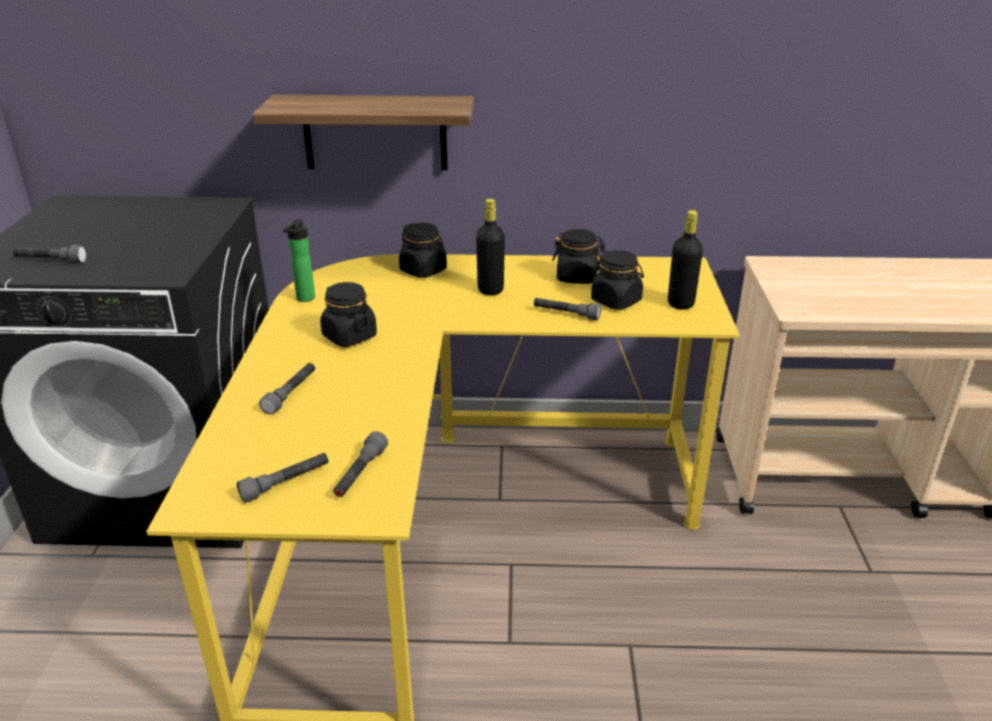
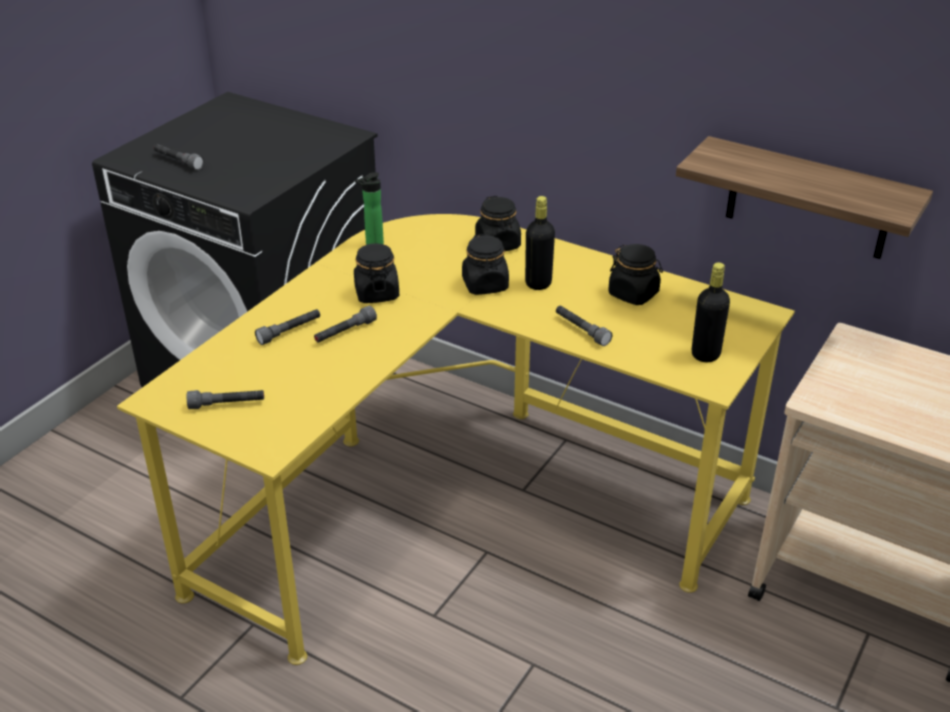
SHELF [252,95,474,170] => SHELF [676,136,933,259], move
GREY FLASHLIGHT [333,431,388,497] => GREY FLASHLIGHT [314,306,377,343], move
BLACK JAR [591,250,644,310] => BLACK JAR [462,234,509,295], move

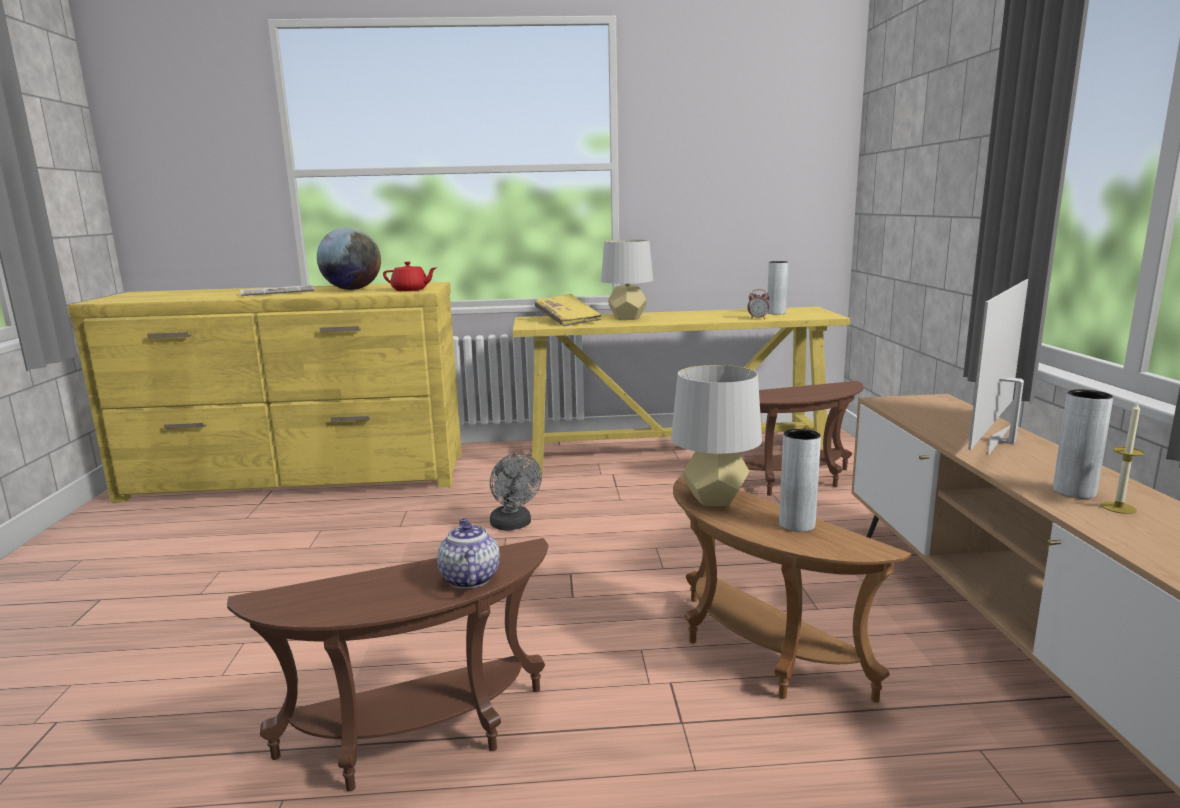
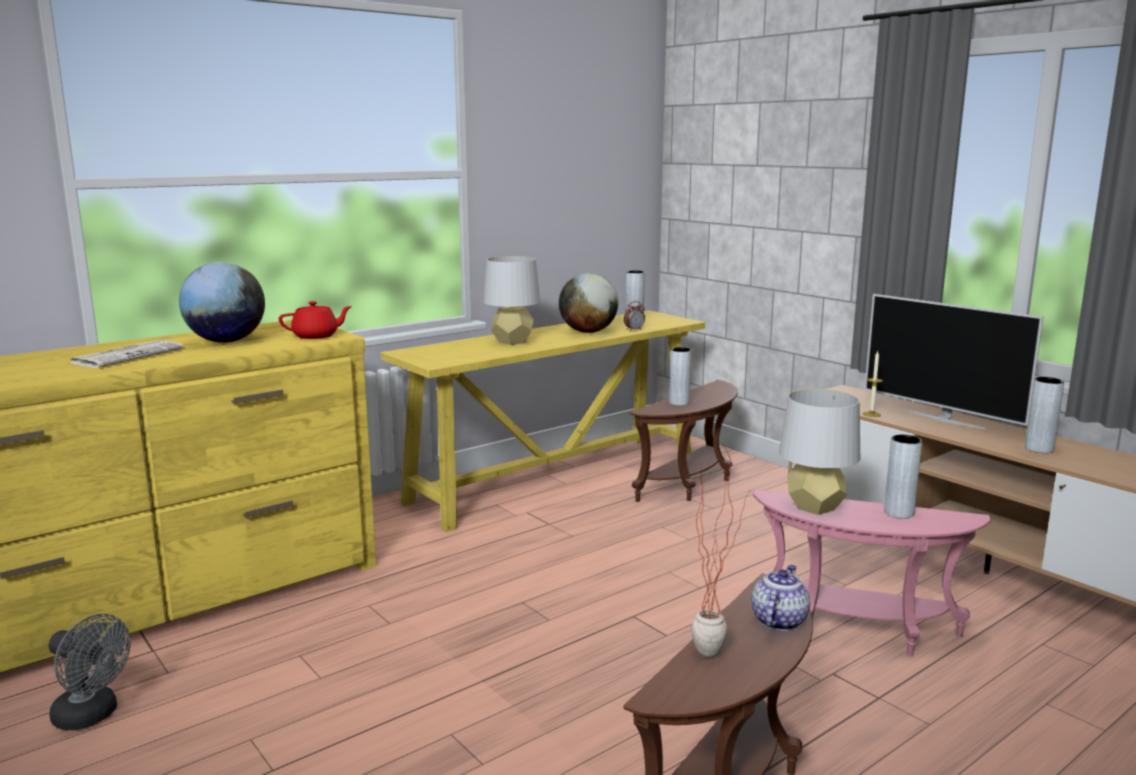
YELLOW BOOK [535,294,602,326] => nothing
nothing => GLOBE [559,273,618,333]
nothing => GREY VASE [669,347,692,406]
nothing => POTTED PLANT [691,444,752,658]
GREY FAN [490,453,542,530] => GREY FAN [49,614,131,730], move
CANDLE [1101,401,1144,514] => CANDLE [863,351,883,417], move
BROWN SIDE TABLE [673,475,911,703] => PINK SIDE TABLE [753,489,991,656]
TEAPOT [437,518,500,589] => TEAPOT [751,565,810,631], 75 degrees clockwise
TELEVISION [968,279,1028,456] => TELEVISION [864,294,1043,429], 45 degrees counterclockwise

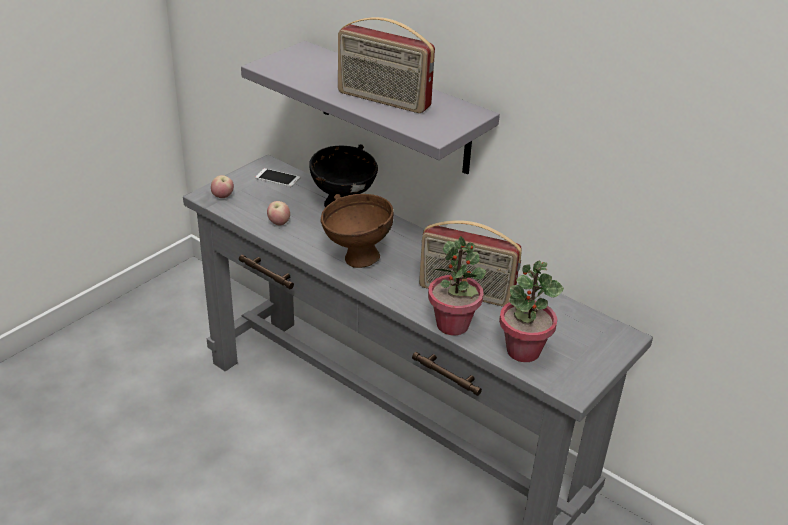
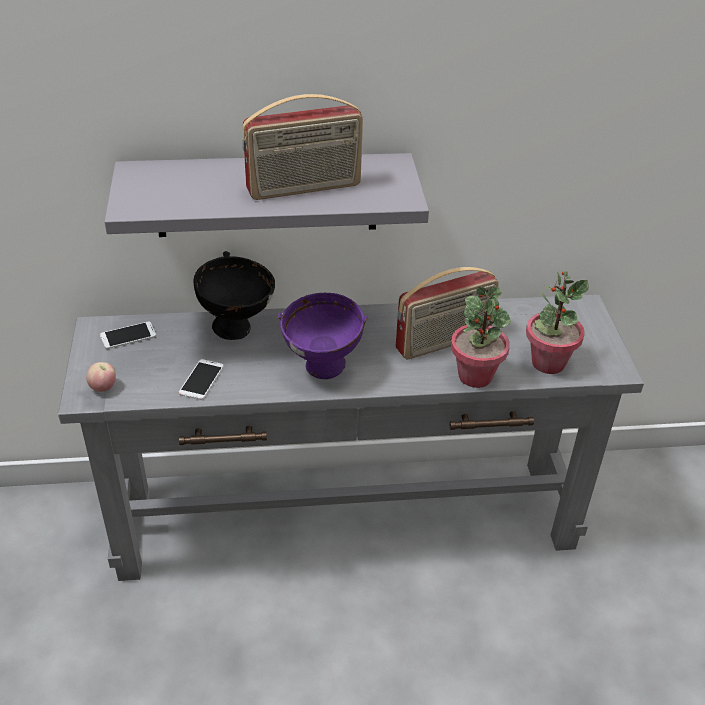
APPLE [267,201,290,225] => PHONE [179,359,224,400]
BROWN BOWL [321,194,394,268] => PURPLE BOWL [278,293,368,379]

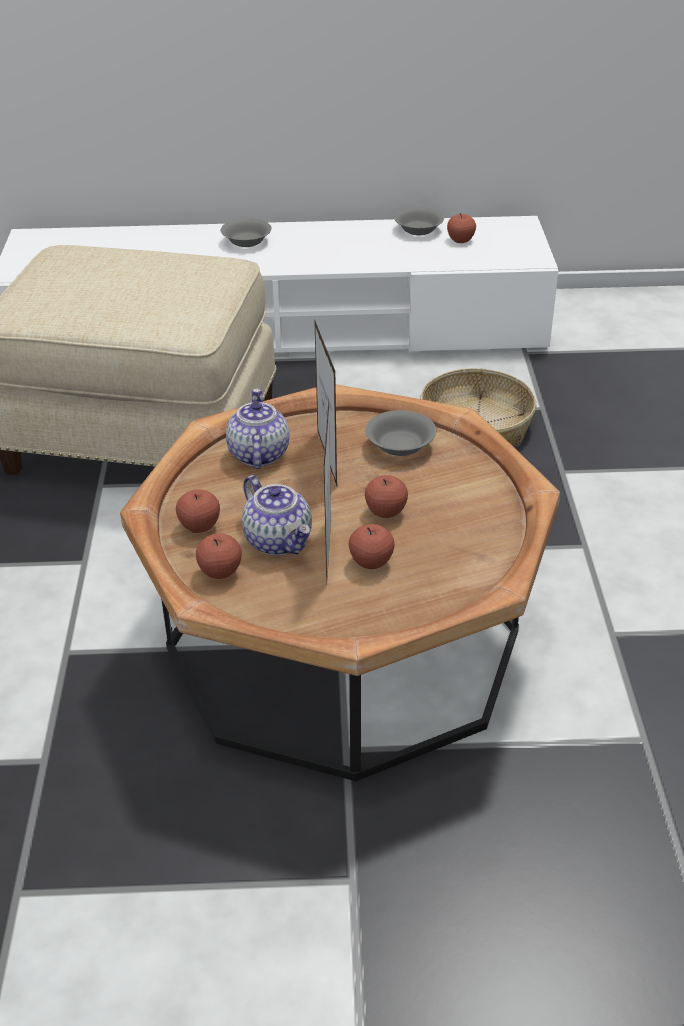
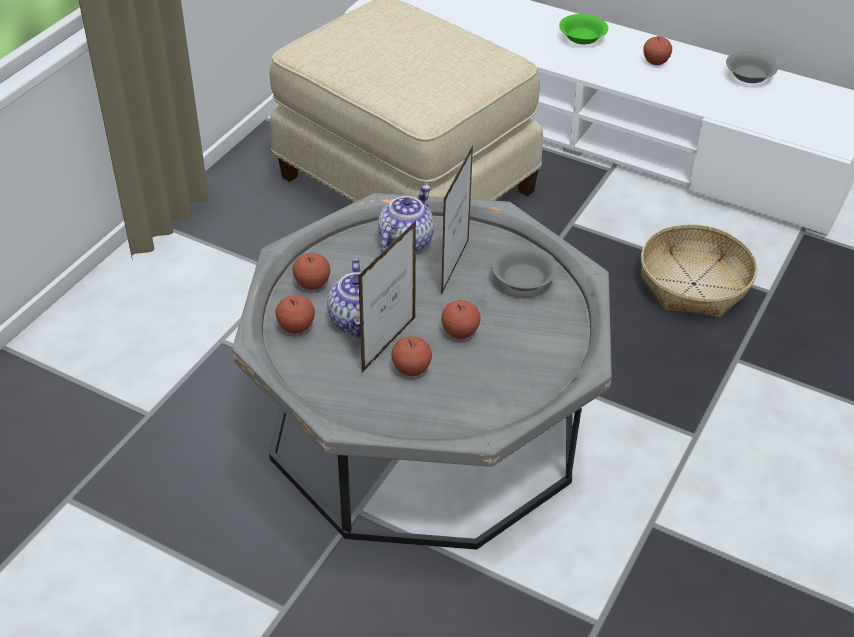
APPLE [447,213,476,243] => APPLE [643,36,672,65], move
BROWN COFFEE TABLE [120,384,560,781] => GREY COFFEE TABLE [232,193,612,550]
GREY BOWL [221,218,272,247] => GREEN BOWL [559,14,608,45]

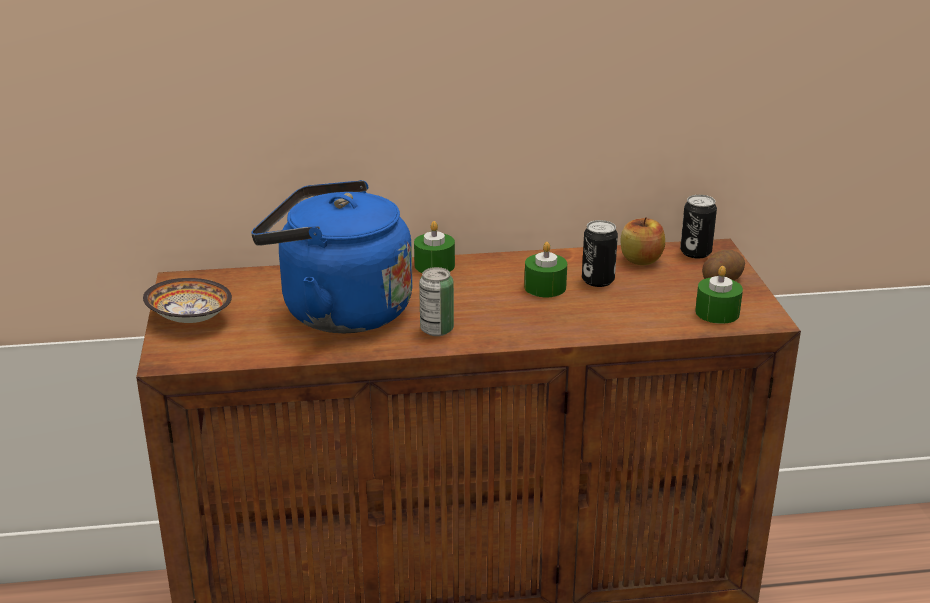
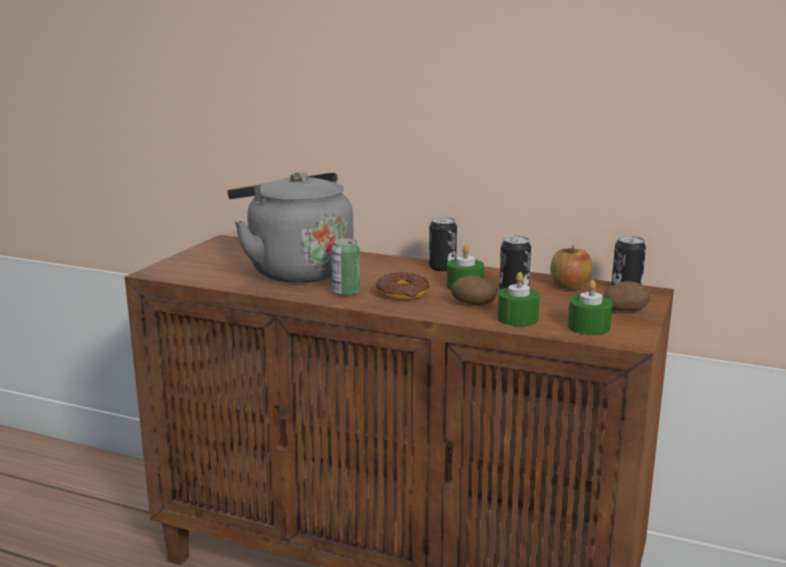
BOWL [143,278,232,323] => nothing
nothing => DONUT [376,272,430,300]
nothing => CAN [429,217,457,271]
nothing => POTATO [451,275,497,305]
GREEN CANDLE [414,221,455,273] => GREEN CANDLE [497,272,540,326], move
BLUE KETTLE [251,180,413,333] => GREY KETTLE [228,172,354,283]

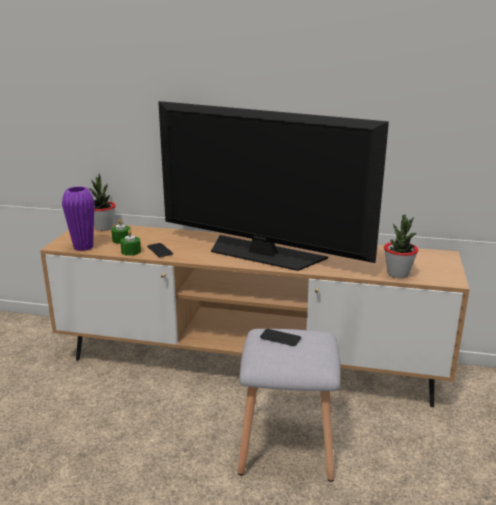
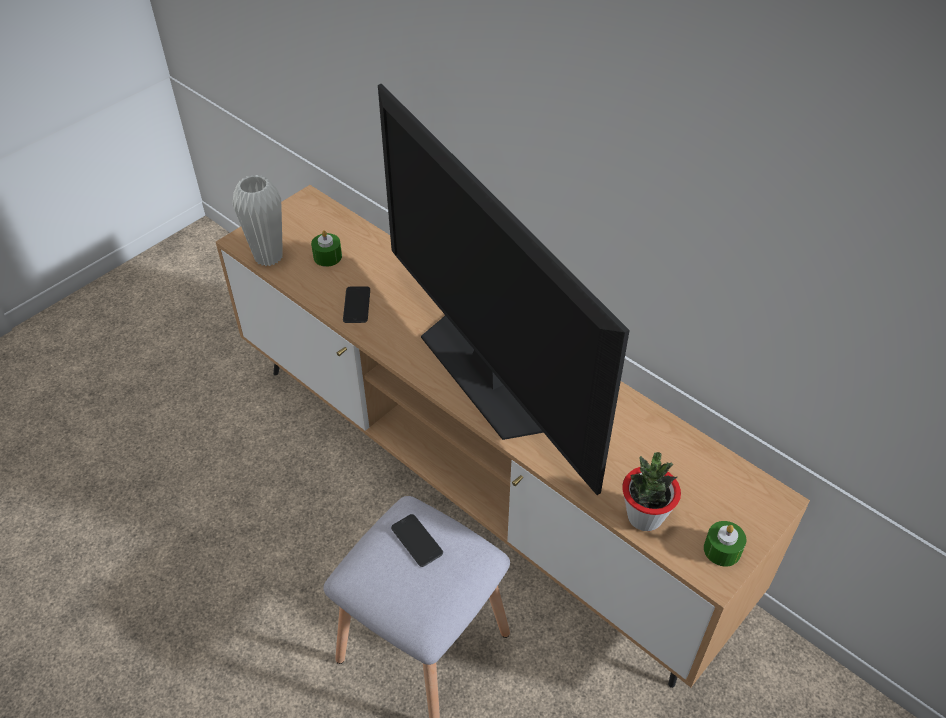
POTTED PLANT [89,173,116,231] => nothing
GREEN CANDLE [120,230,141,256] => GREEN CANDLE [704,521,746,567], move
PURPLE VASE [62,186,94,251] => WHITE VASE [233,175,283,266]

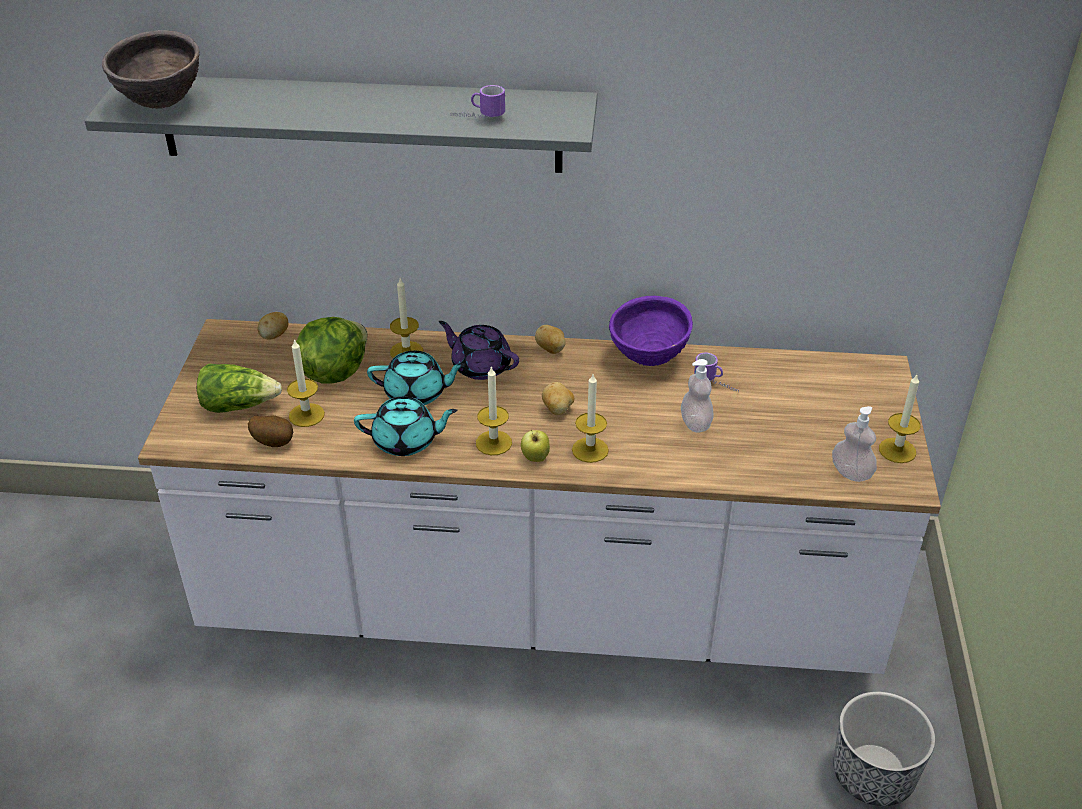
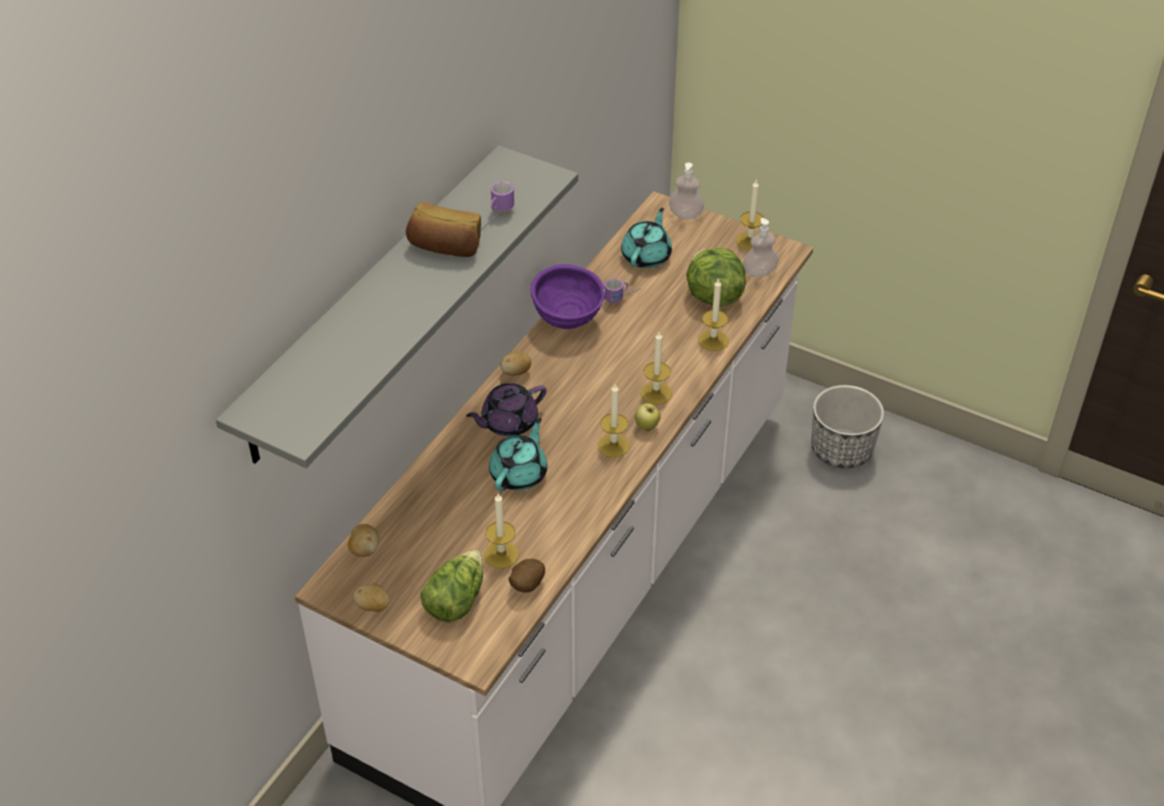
BROWN BOWL [102,30,200,109] => nothing
nothing => BREAD [406,202,481,257]
LETTUCE [296,317,367,384] => LETTUCE [687,247,746,306], move
TURQUOISE TEAPOT [354,396,458,456] => TURQUOISE TEAPOT [621,208,672,268], move
CANDLE [390,278,423,358] => CANDLE [698,278,729,351], move
POTATO [542,382,574,415] => POTATO [354,583,390,612], move
SOAP DISPENSER [681,359,714,432] => SOAP DISPENSER [669,163,704,219], move

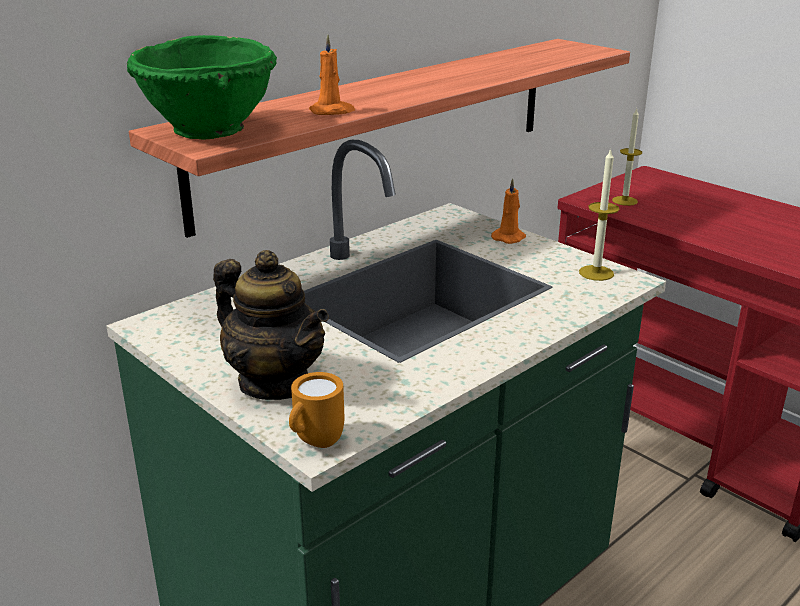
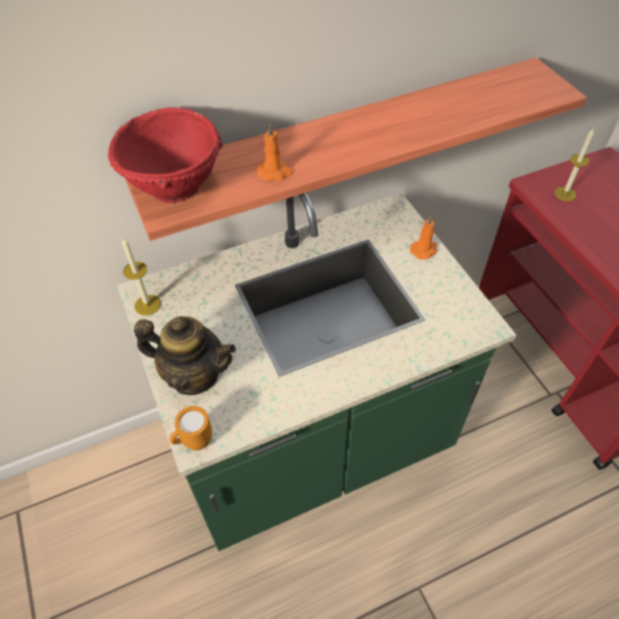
CANDLE [579,149,619,281] => CANDLE [122,237,161,316], move
GREEN BOWL [127,35,277,139] => RED BOWL [108,107,223,203]
TEAPOT [213,250,329,400] => TEAPOT [134,316,236,395], 45 degrees counterclockwise

